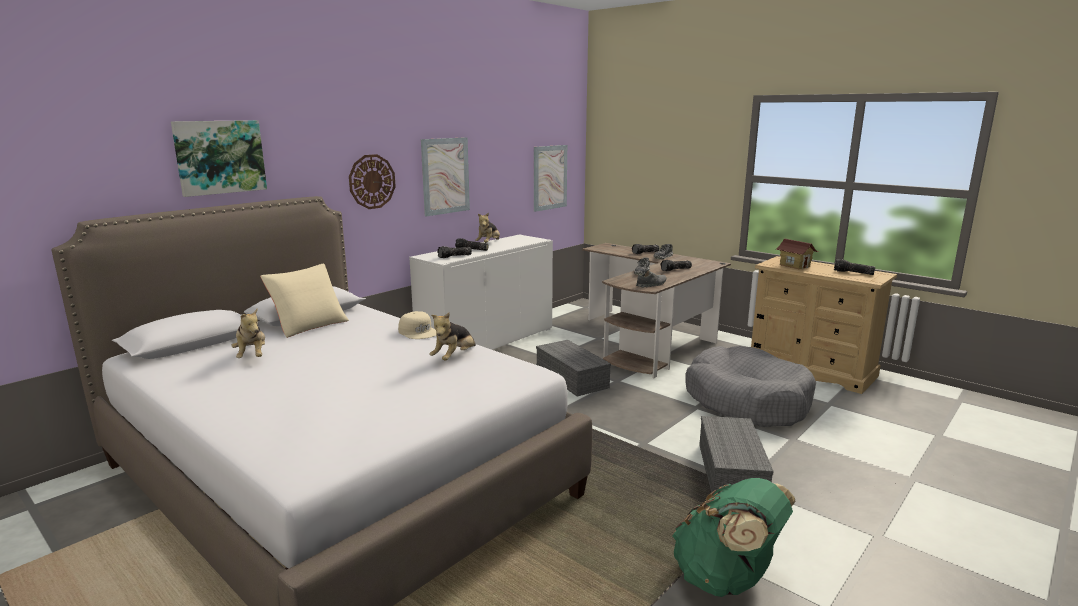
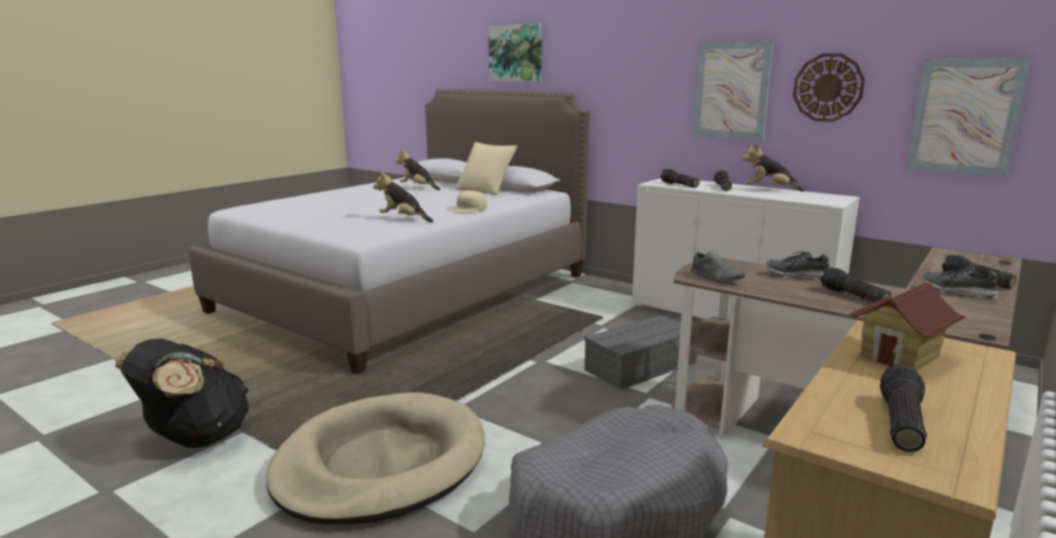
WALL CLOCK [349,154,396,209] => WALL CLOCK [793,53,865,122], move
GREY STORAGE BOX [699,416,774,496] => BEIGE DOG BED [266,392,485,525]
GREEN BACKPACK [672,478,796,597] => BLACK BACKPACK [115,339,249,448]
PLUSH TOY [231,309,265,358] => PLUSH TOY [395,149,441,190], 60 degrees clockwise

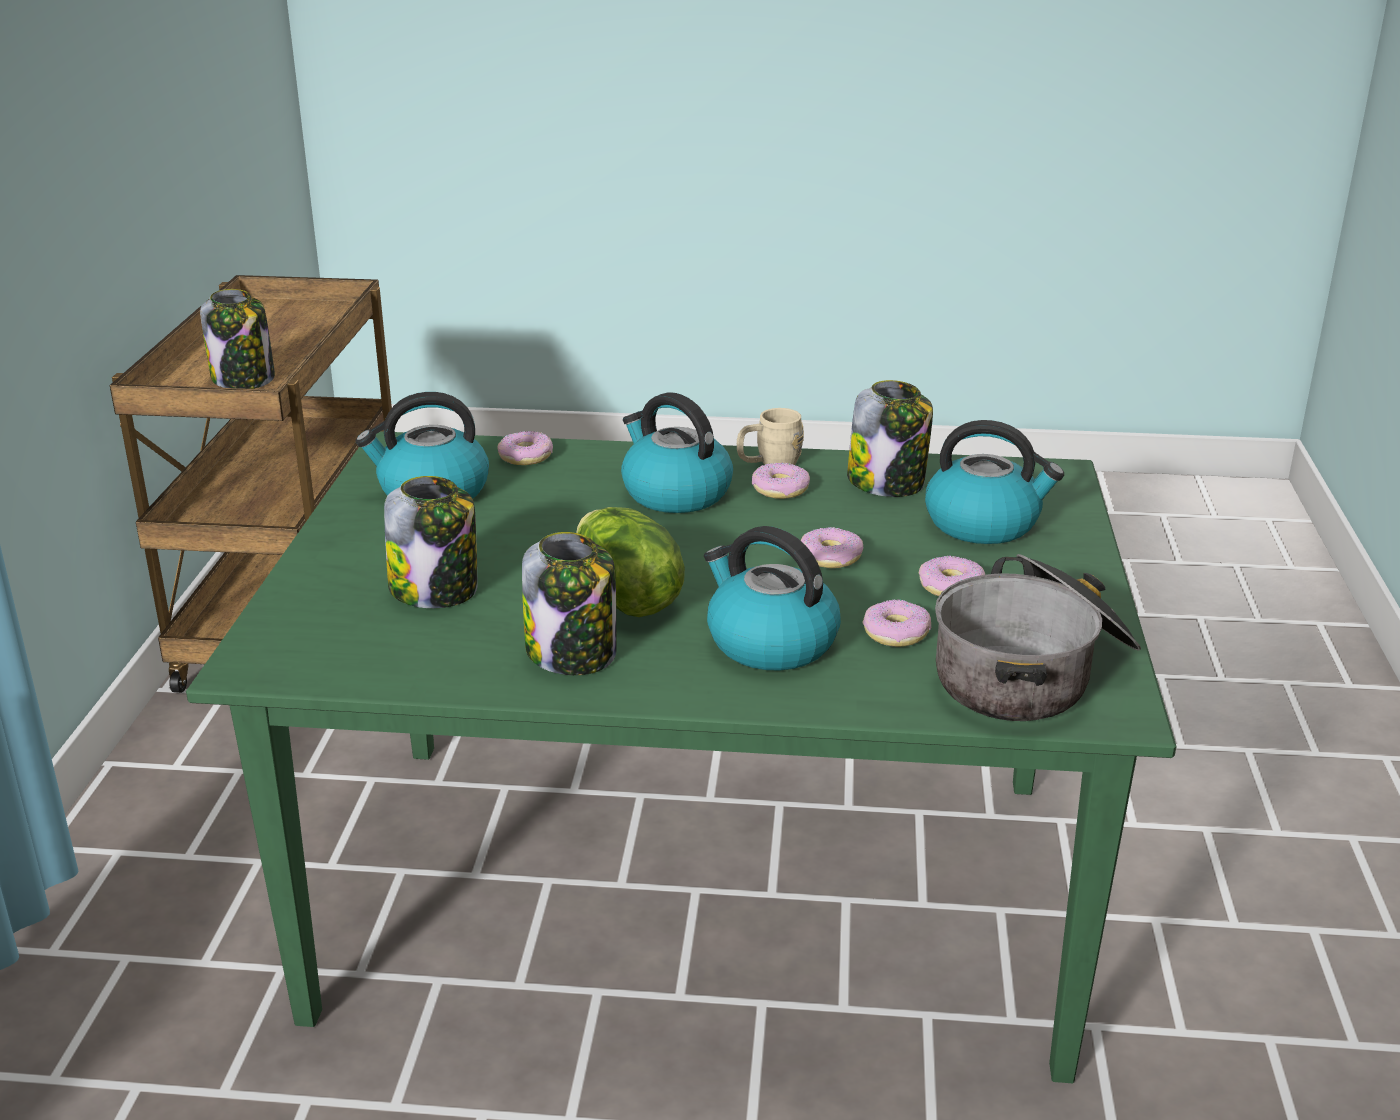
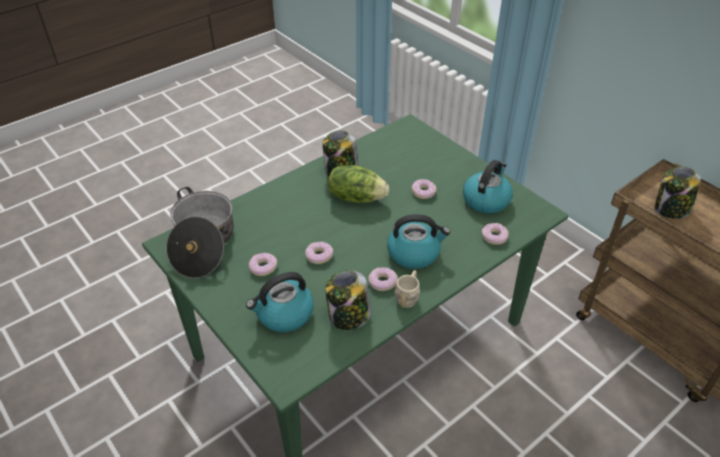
JAR [384,476,477,608] => nothing
KETTLE [704,526,841,670] => nothing
DONUT [863,599,931,647] => DONUT [412,179,436,199], move

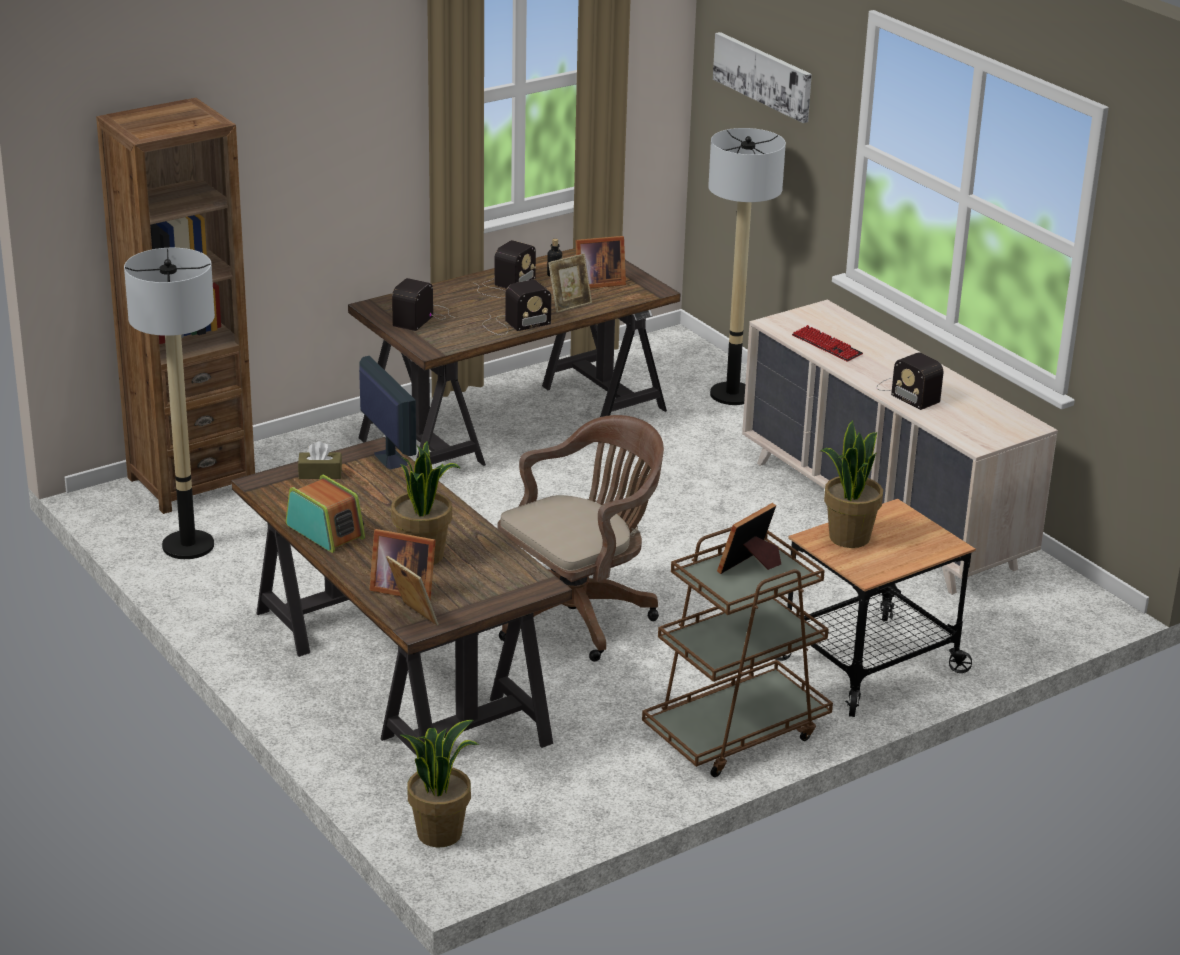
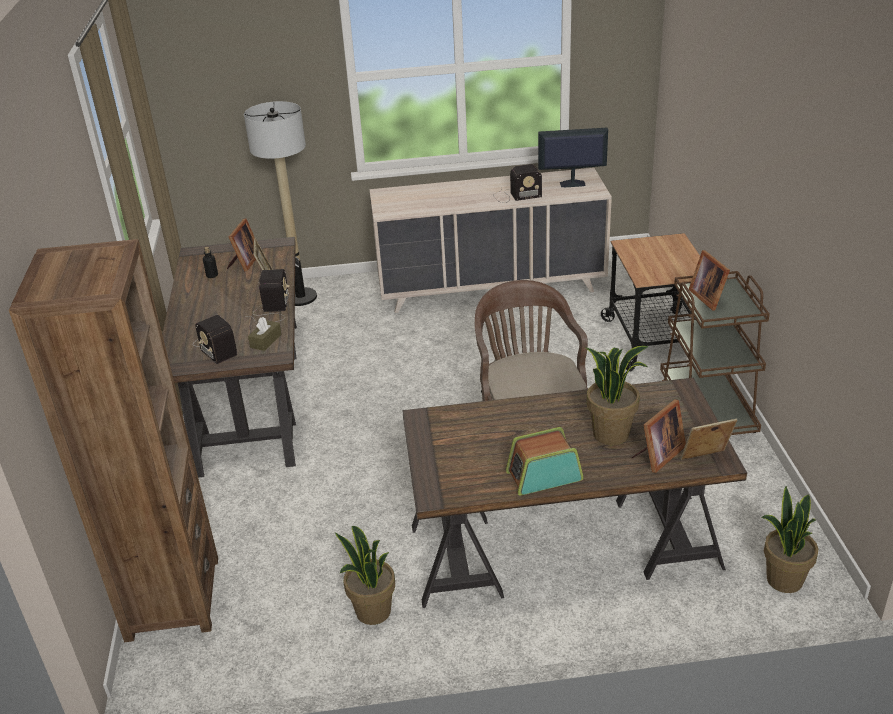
FLOOR LAMP [124,248,215,559] => nothing
RADIO [474,240,536,298] => nothing
PICTURE [713,32,812,123] => nothing
KEYBOARD [792,325,863,362] => nothing
BROWN TISSUE BOX [298,441,342,479] => BROWN TISSUE BOX [248,317,282,351], move
MONITOR [359,356,416,470] => MONITOR [538,128,608,187], move
POTTED PLANT [820,420,883,548] => POTTED PLANT [335,526,395,625], move

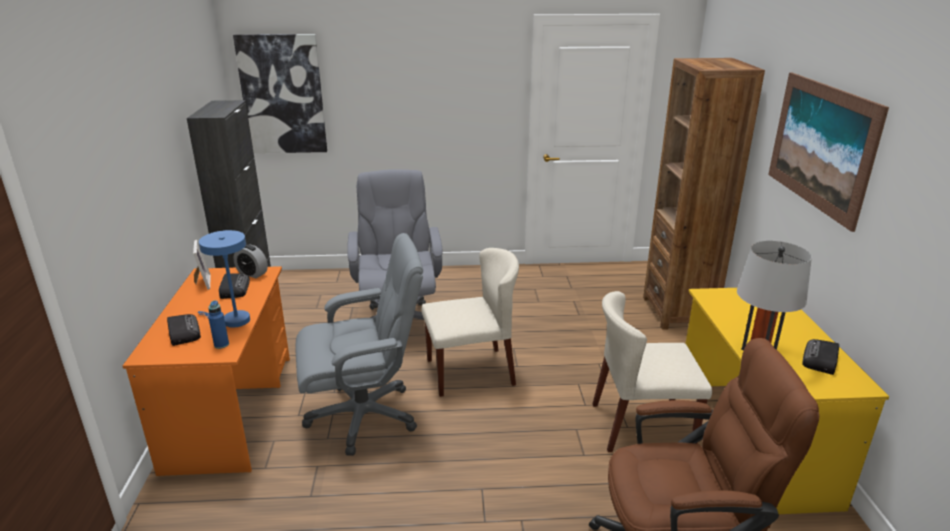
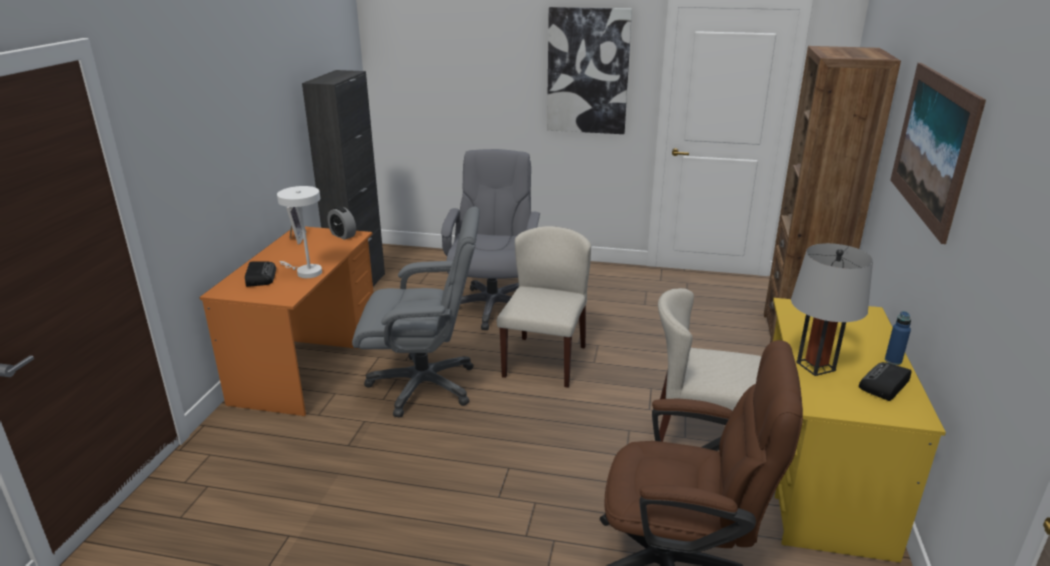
RADIO [219,273,250,299] => nothing
BLUE BOTTLE [208,301,229,349] => BLUE BOTTLE [885,311,911,365], move
PICTURE [233,34,327,153] => PICTURE [547,7,632,134], move
BLUE TABLE LAMP [198,230,250,328] => WHITE TABLE LAMP [277,186,322,278]
BEIGE CHAIR [422,248,519,397] => BEIGE CHAIR [497,226,591,388], 75 degrees counterclockwise

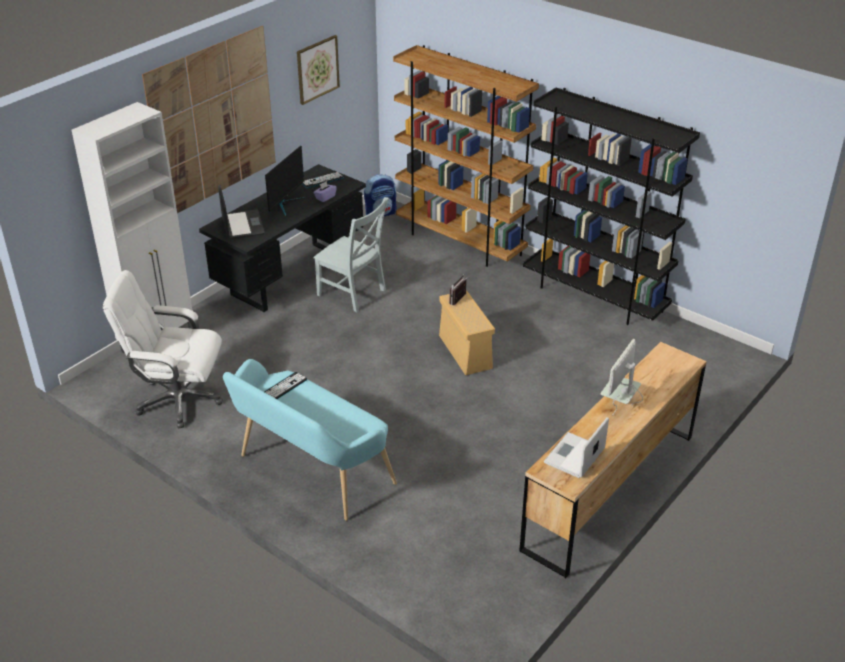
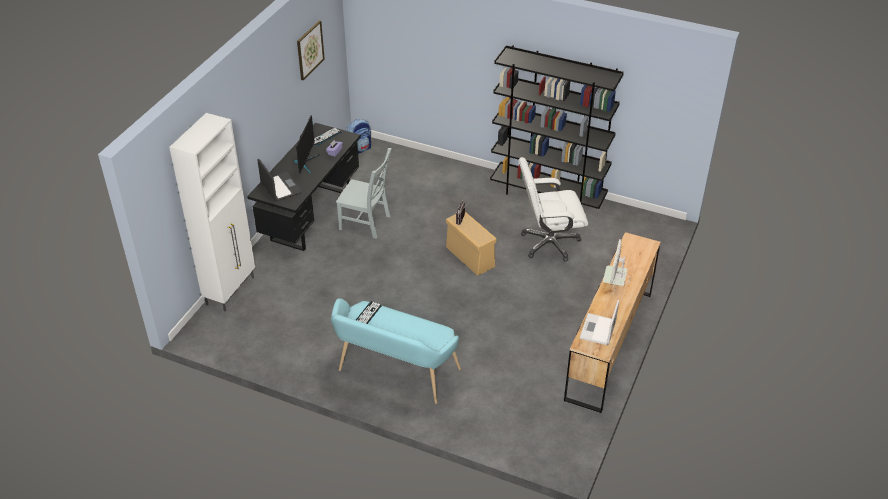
PICTURE [142,26,276,213] => nothing
BROWN BOOKCASE [393,45,539,267] => nothing
WHITE OFFICE CHAIR [103,270,223,428] => WHITE OFFICE CHAIR [519,157,588,262], move

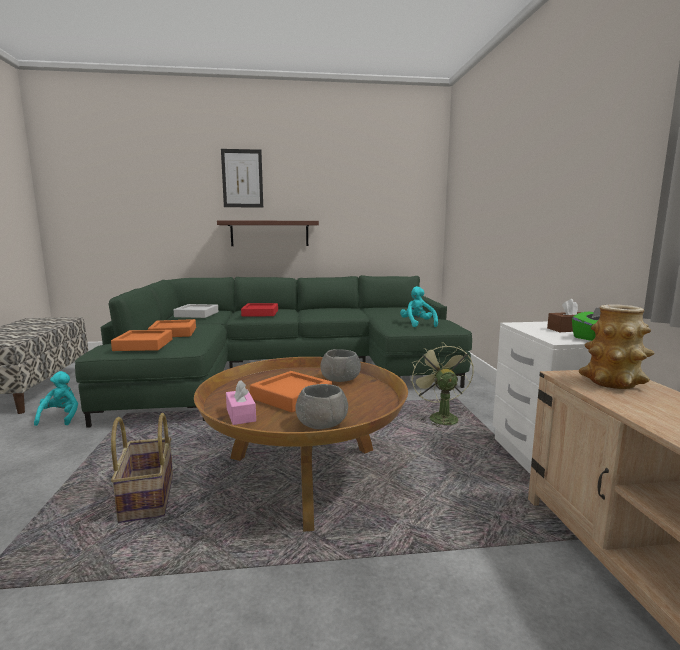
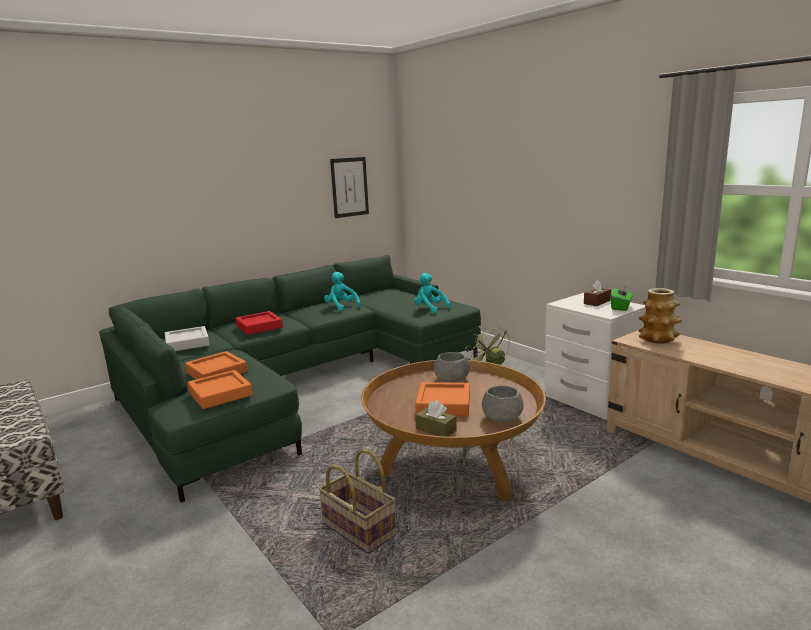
SHELF [217,220,319,246] => nothing
TURQUOISE PLUSH TOY [34,371,78,426] => TURQUOISE PLUSH TOY [324,272,361,311], move
PICTURE [221,149,263,208] => PICTURE [330,157,369,218], move
PINK TISSUE BOX [226,380,256,425] => BROWN TISSUE BOX [415,400,457,437]

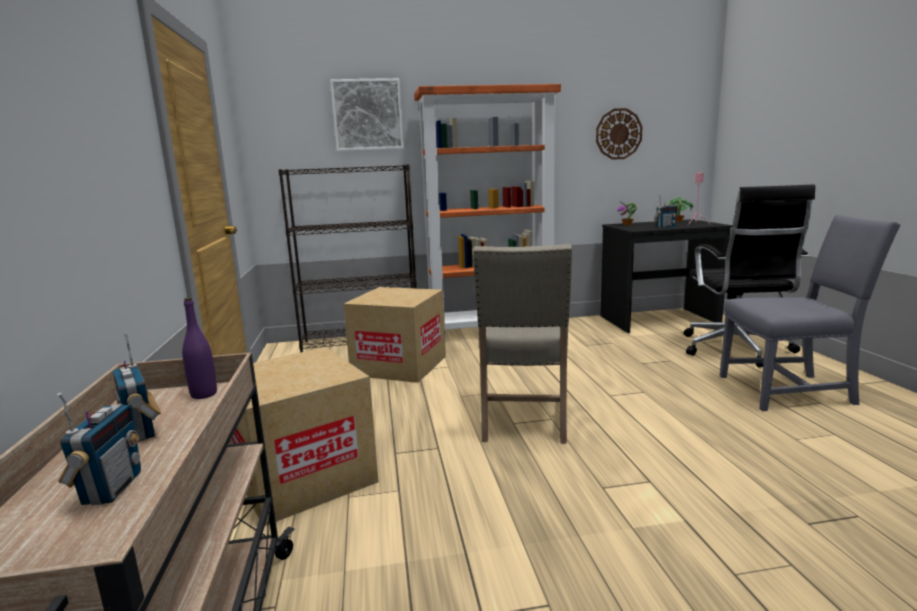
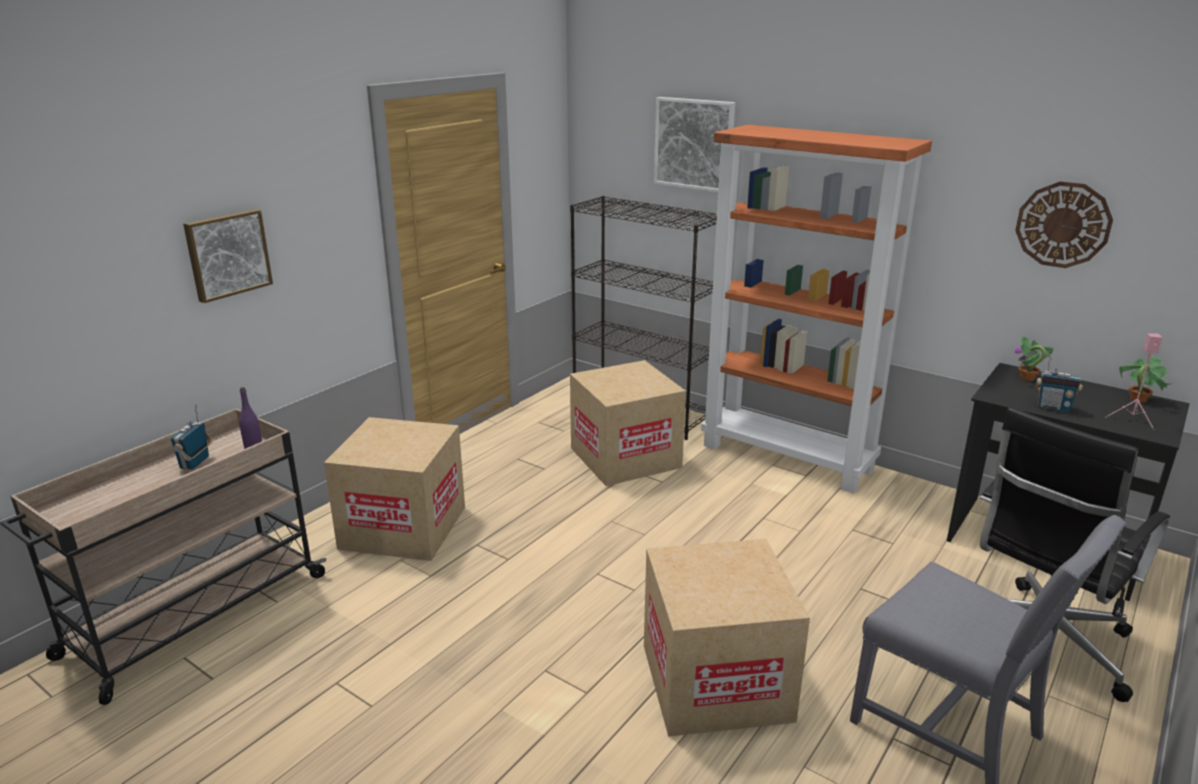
RADIO [57,392,141,505] => nothing
BEIGE CHAIR [473,244,572,444] => nothing
nothing => PICTURE [183,209,273,303]
nothing => CARDBOARD BOX [644,539,810,737]

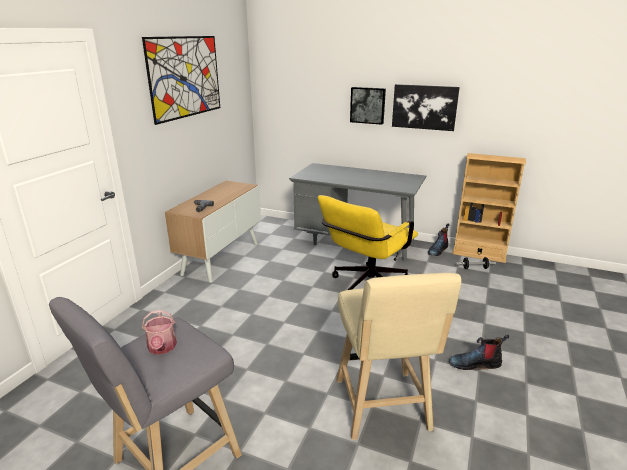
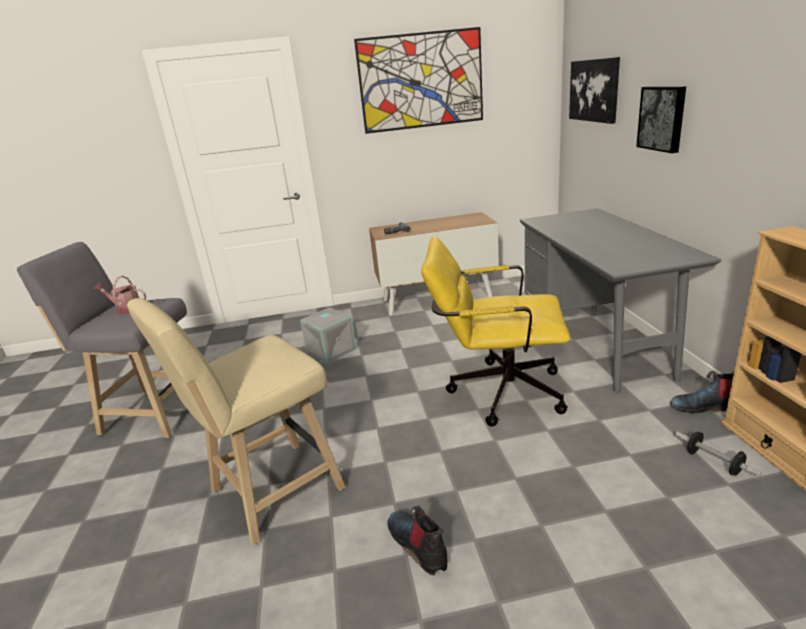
nothing => GREY STORAGE BOX [300,307,357,364]
PICTURE [392,84,460,131] => PICTURE [569,57,620,124], move
WATERING CAN [142,310,177,355] => WATERING CAN [94,276,146,314], 60 degrees clockwise

